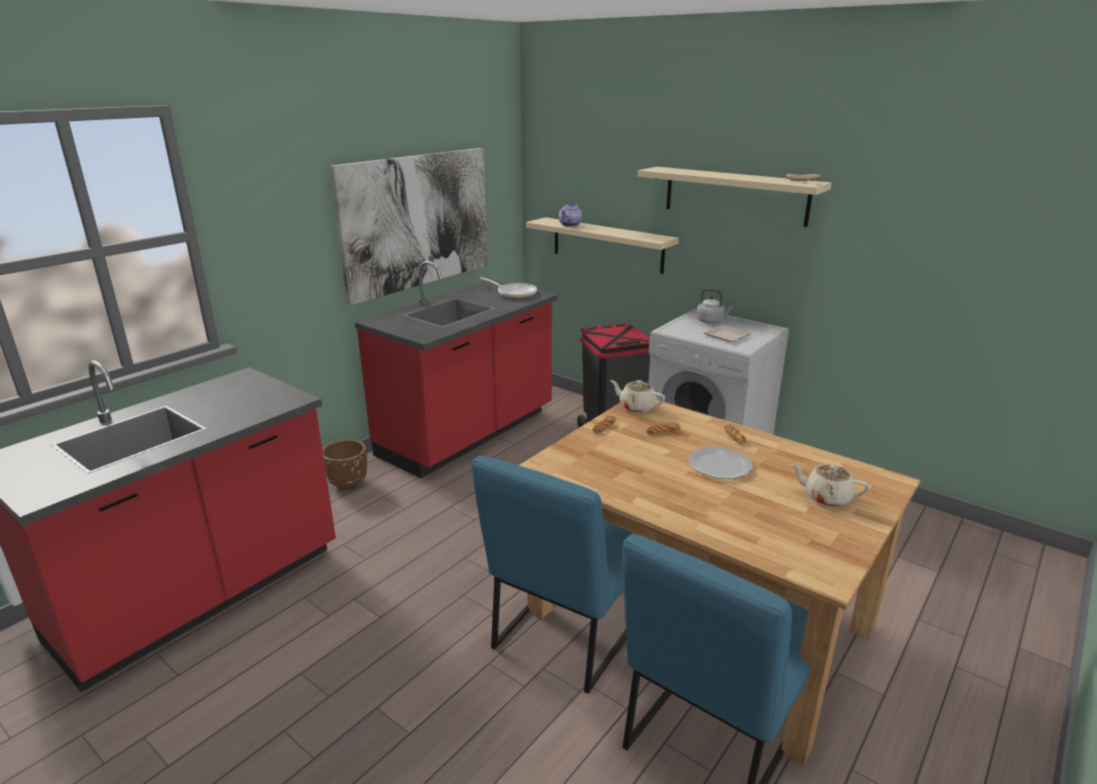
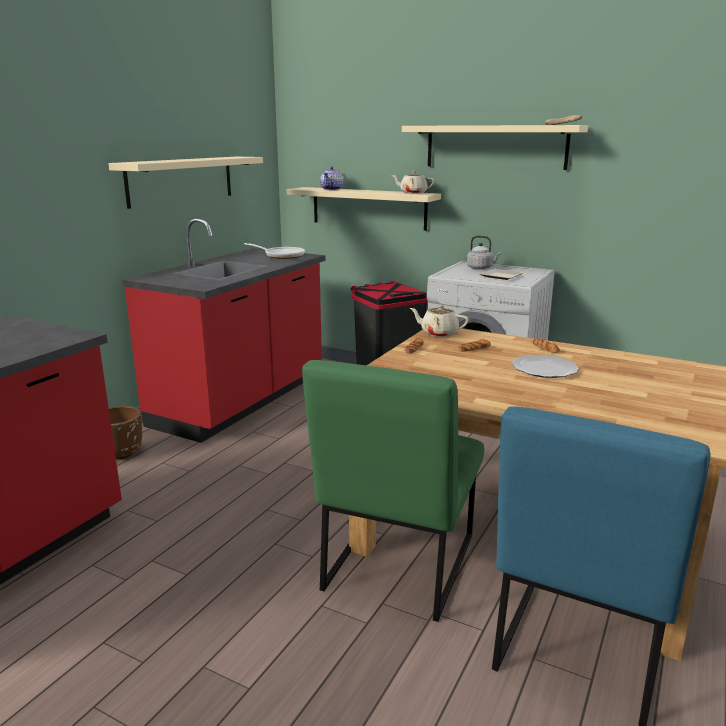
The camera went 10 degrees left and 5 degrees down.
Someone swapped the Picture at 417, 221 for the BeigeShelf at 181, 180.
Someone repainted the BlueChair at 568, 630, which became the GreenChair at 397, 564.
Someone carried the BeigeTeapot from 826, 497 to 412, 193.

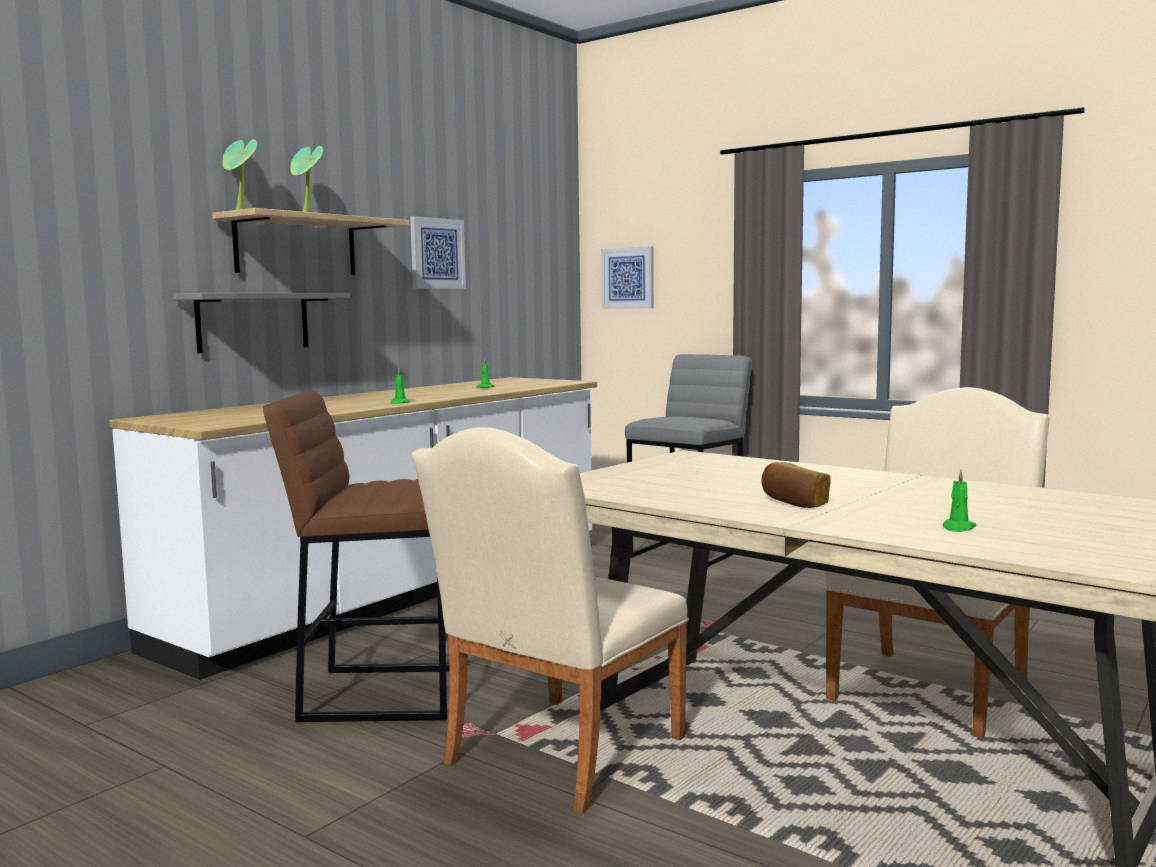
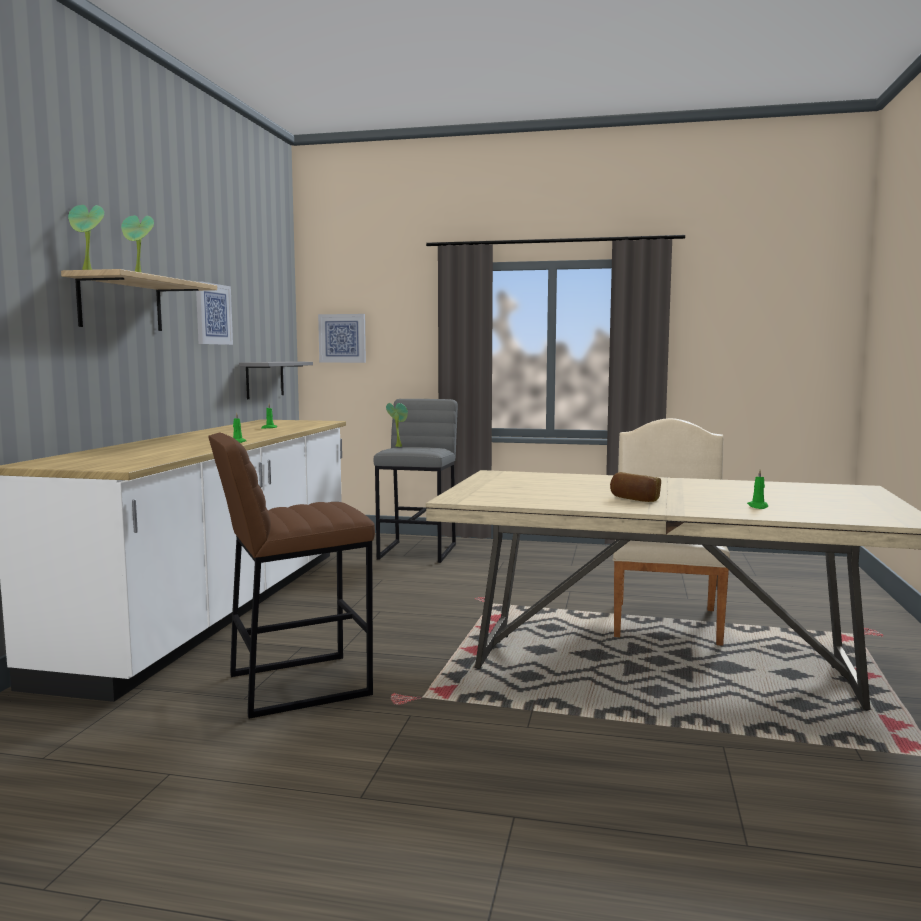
The camera went 25 degrees left and 0 degrees up.
Someone carried the GreyShelf from 253, 321 to 265, 379.
Someone put down the PottedPlant at 398, 446.
Someone took away the BeigeChair at 555, 756.

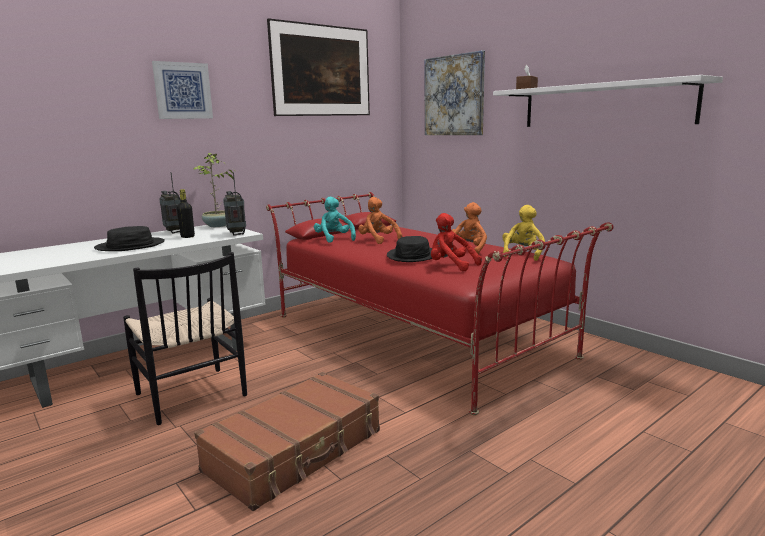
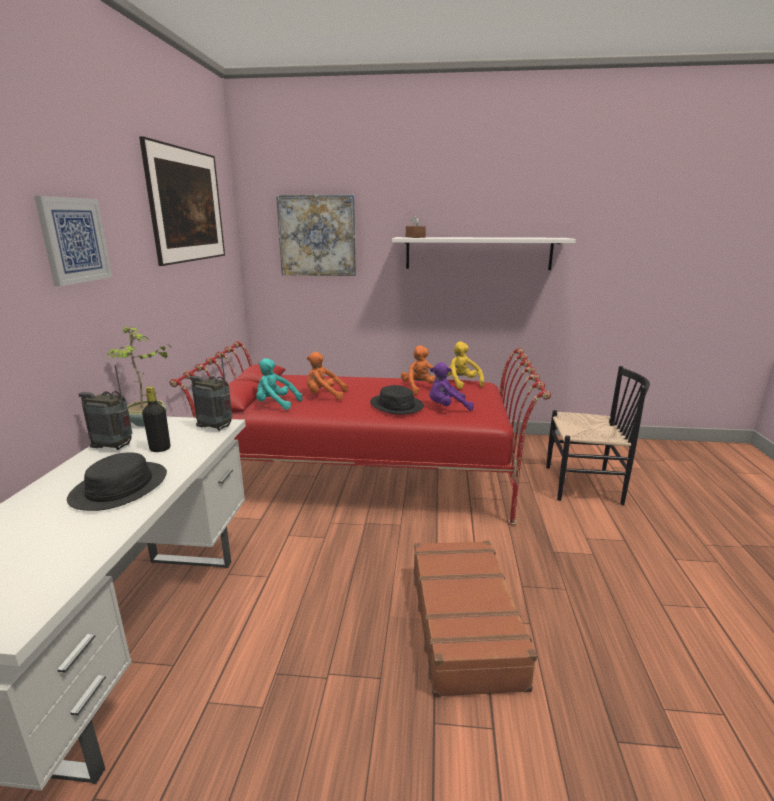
The camera went 45 degrees left and 5 degrees up.
Someone repainted the RedPlushToy at 451, 266, which became the PurplePlushToy at 447, 408.
Someone carried the BlackChair from 192, 397 to 586, 485.

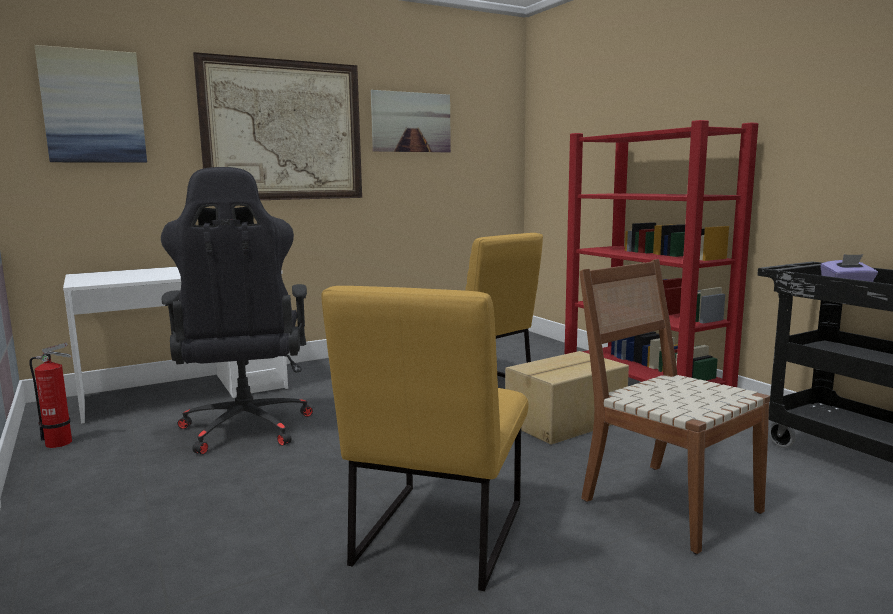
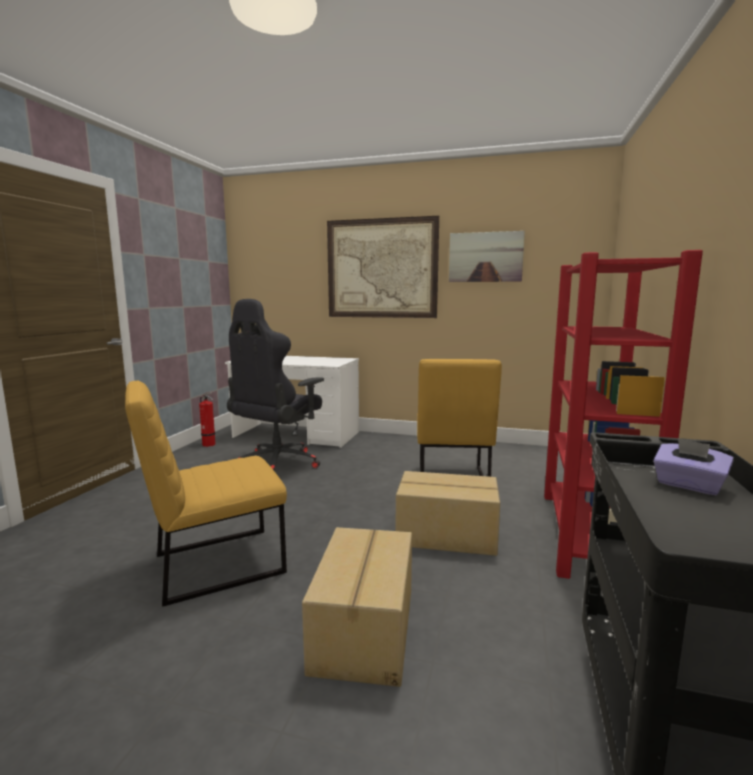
The camera went 45 degrees right and 0 degrees up.
Someone swapped the Chair at 664, 502 for the CardboardBox at 366, 629.
Someone took away the Picture at 93, 107.

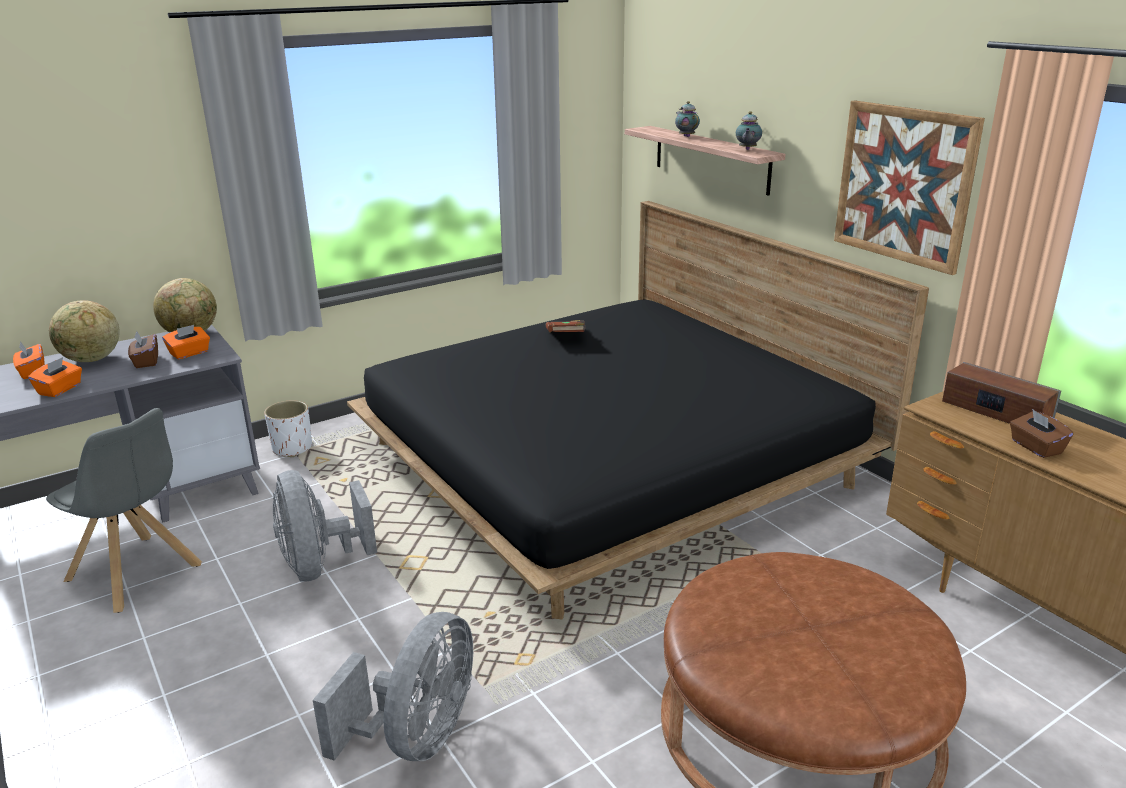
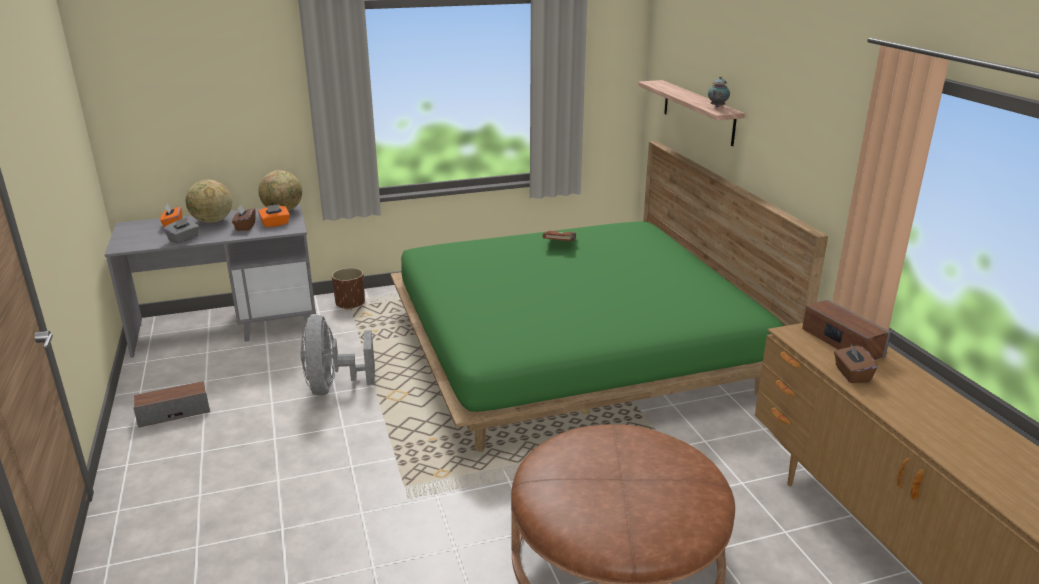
The camera went 15 degrees right and 0 degrees up.
Someone put down the Speaker at 174, 413.
Someone repainted the OrangeTissueBox at 60, 389, which became the GreyTissueBox at 184, 239.
Someone repainted the WhitePlanter at 292, 448, which became the BrownPlanter at 350, 303.
Someone repainted the BlackBed at 608, 463, which became the GreenBed at 573, 347.
Someone took away the GreyChair at 137, 574.
Someone took away the GreyFan at 417, 737.
Someone took away the Teapot at 686, 136.
Someone took away the Picture at 904, 185.

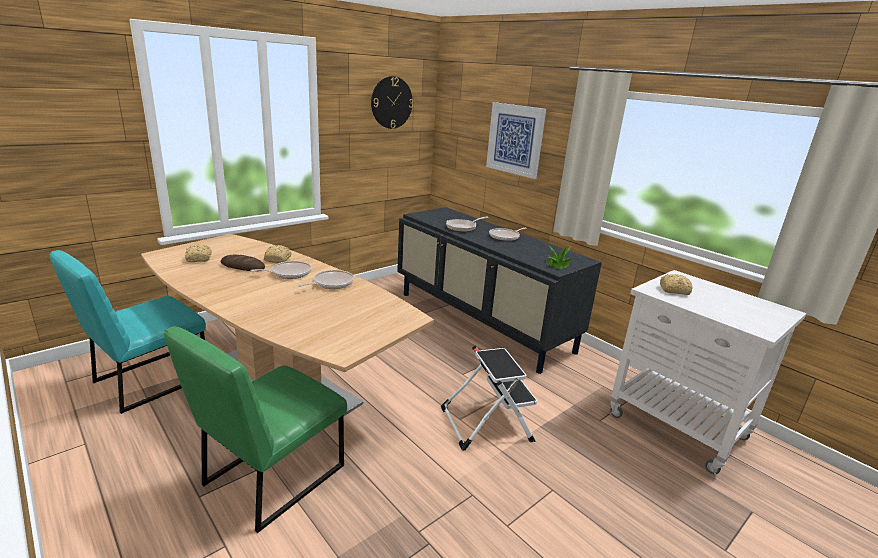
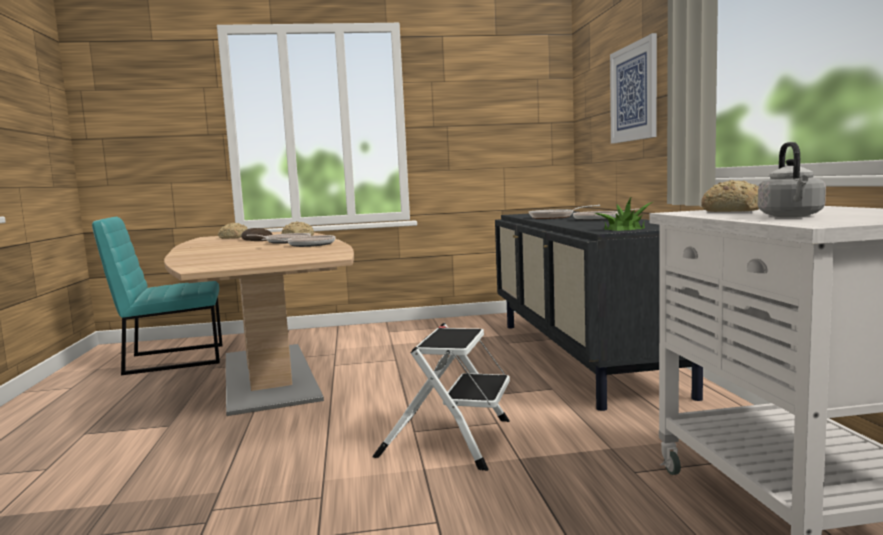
The camera went 35 degrees right and 15 degrees down.
Someone put down the GreyKettle at 791, 216.
Someone took away the GreenChair at 271, 476.
Someone took away the WallClock at 391, 102.

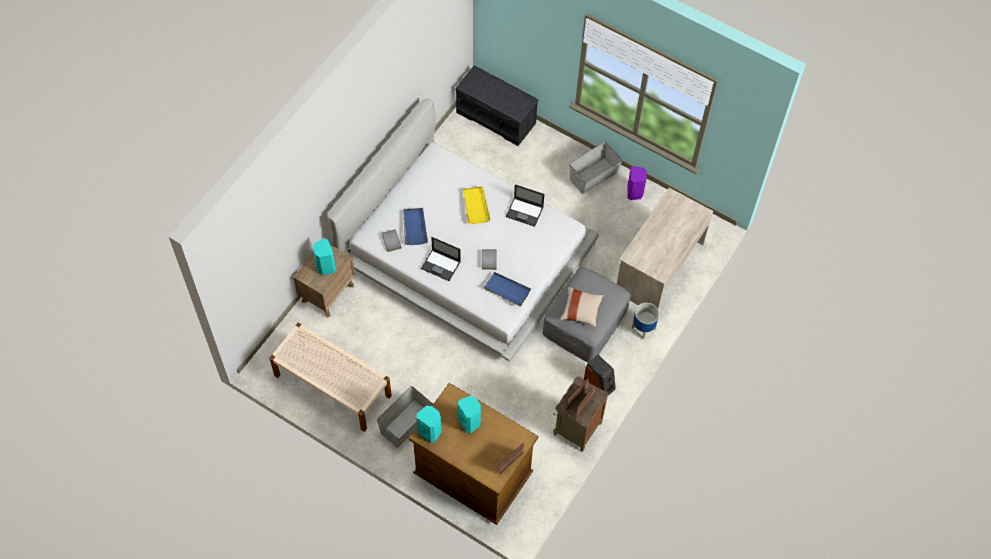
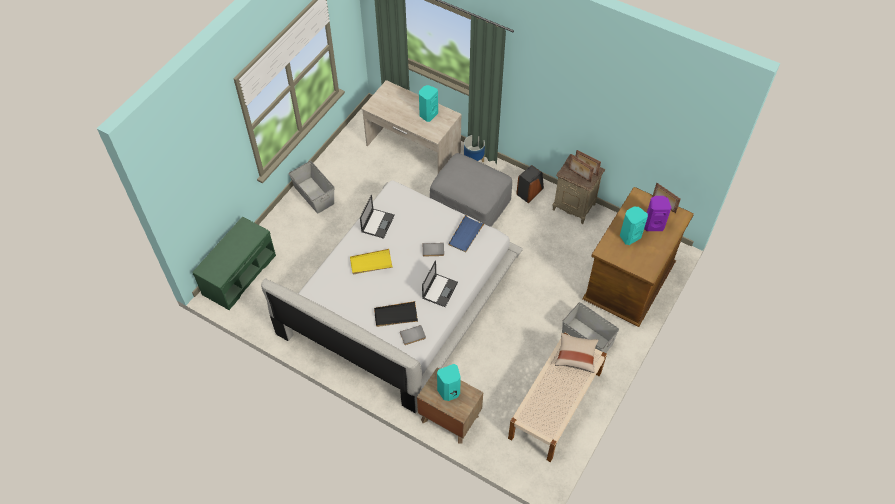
The camera went 90 degrees left and 5 degrees down.
Someone repainted the GreyBench at 497, 117, which became the GreenBench at 239, 274.
Someone repainted the BlueTray at 414, 227, which became the BlackTray at 395, 315.
Someone carried the TurquoiseSpeaker from 430, 431 to 428, 114.
Someone carried the BeigePillow from 581, 310 to 576, 356.
Someone carried the PurpleSpeaker from 635, 193 to 653, 224.

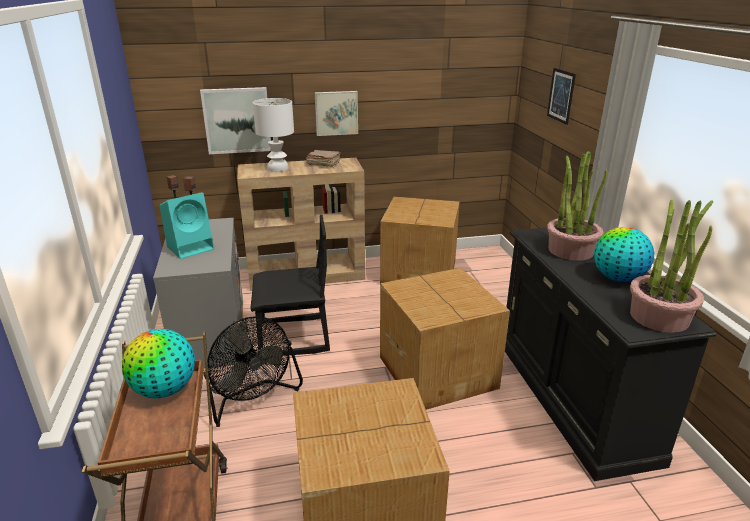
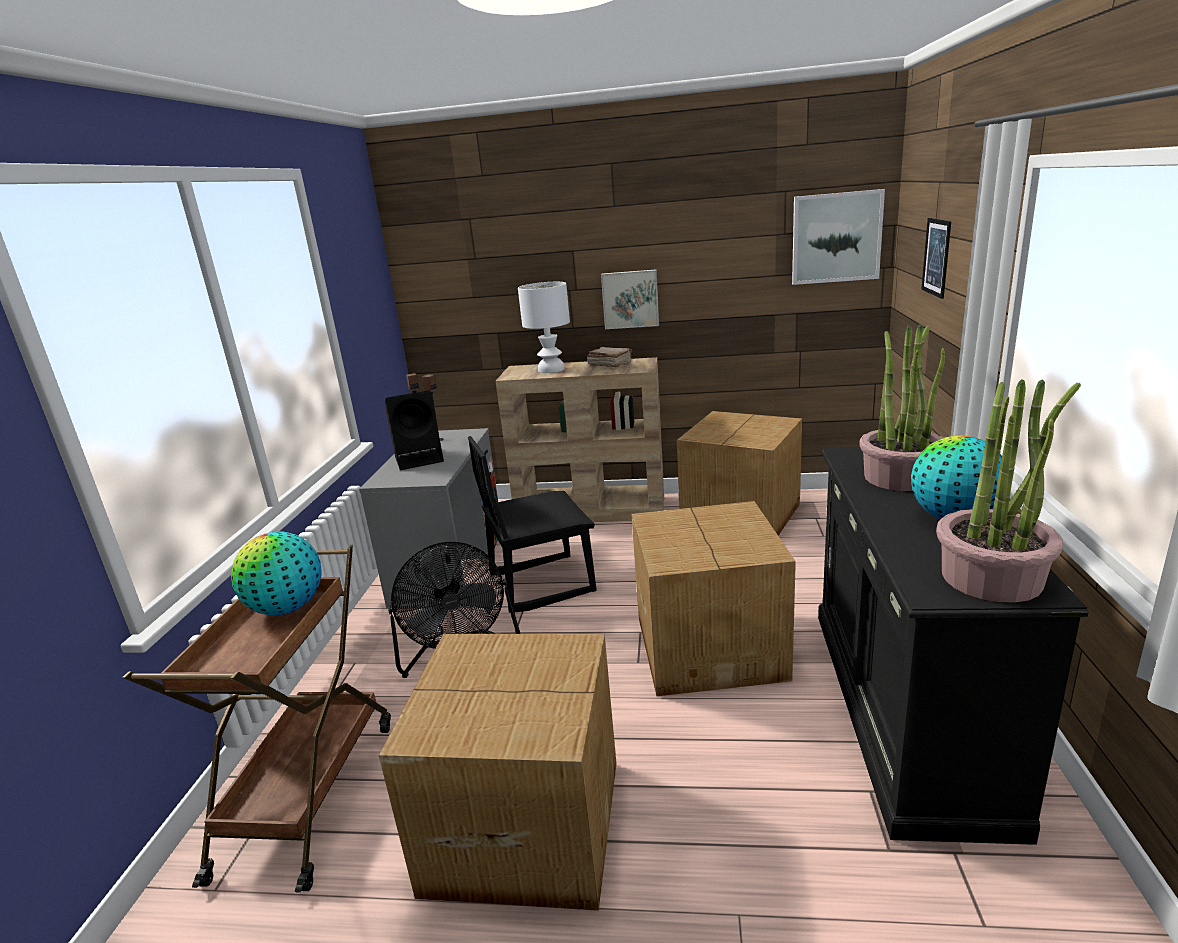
The camera went 20 degrees right and 5 degrees down.
Someone repainted the TurquoiseSpeaker at 191, 247, which became the BlackSpeaker at 420, 459.
Someone rotated the BlackChair at 294, 337 by 150 degrees clockwise.
Someone carried the Picture from 237, 120 to 836, 237.

